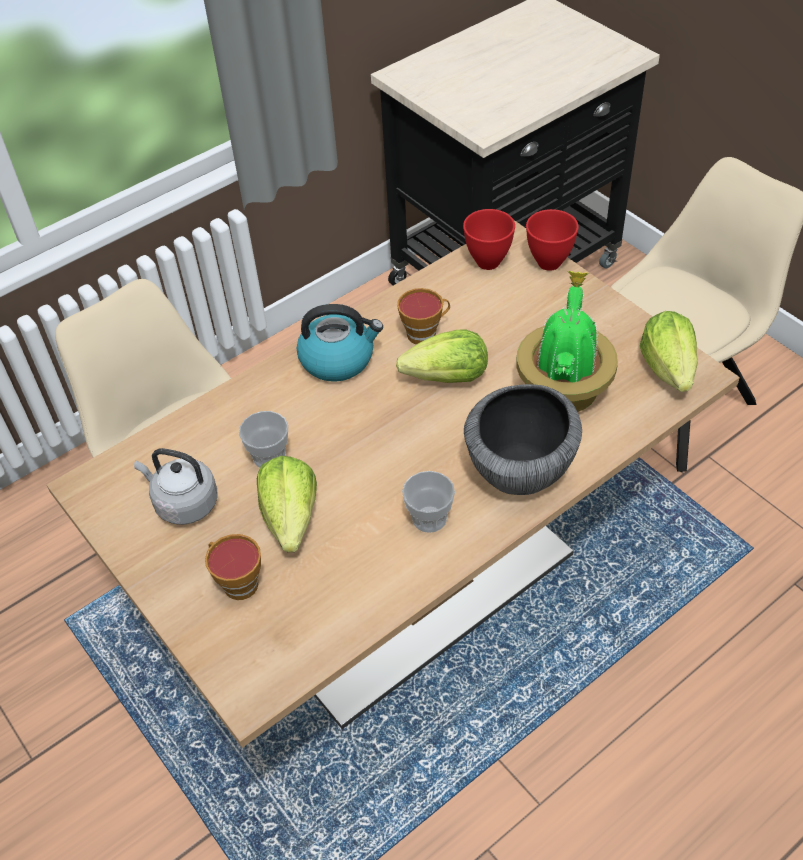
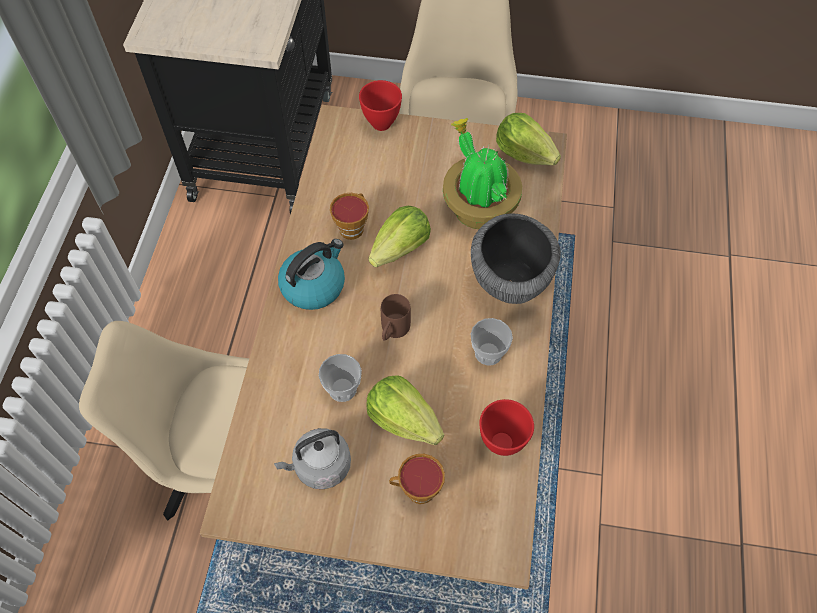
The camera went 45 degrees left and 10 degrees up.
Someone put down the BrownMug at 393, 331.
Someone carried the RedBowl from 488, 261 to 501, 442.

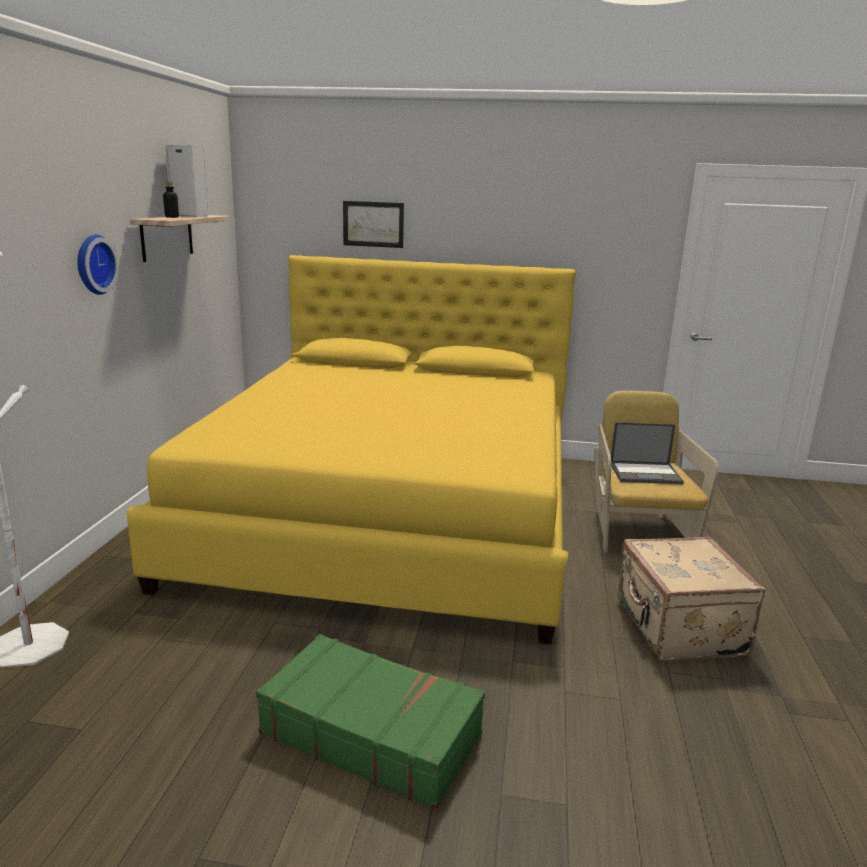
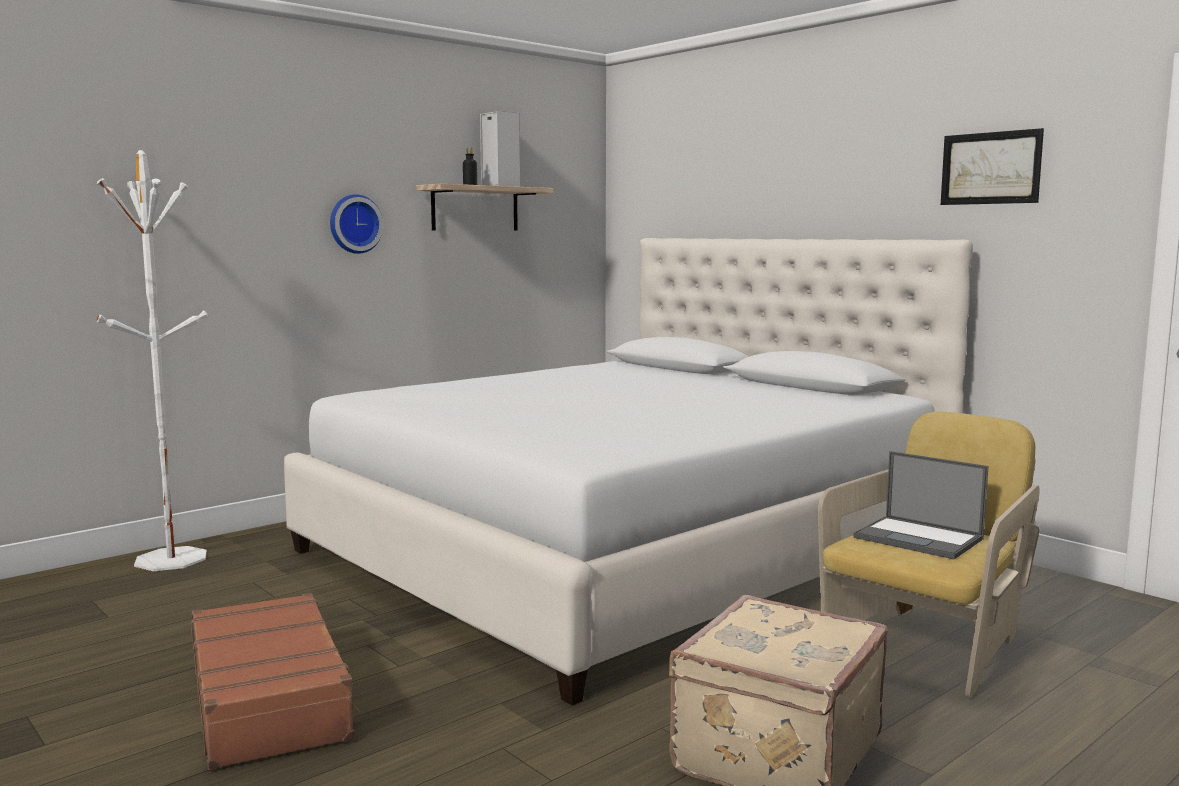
The camera went 40 degrees right and 10 degrees down.
Someone repainted the GreenSuitcase at 371, 732, which became the BrownSuitcase at 271, 699.
Someone repainted the YellowBed at 391, 512, which became the WhiteBed at 624, 548.
Someone carried the Picture from 373, 224 to 990, 168.

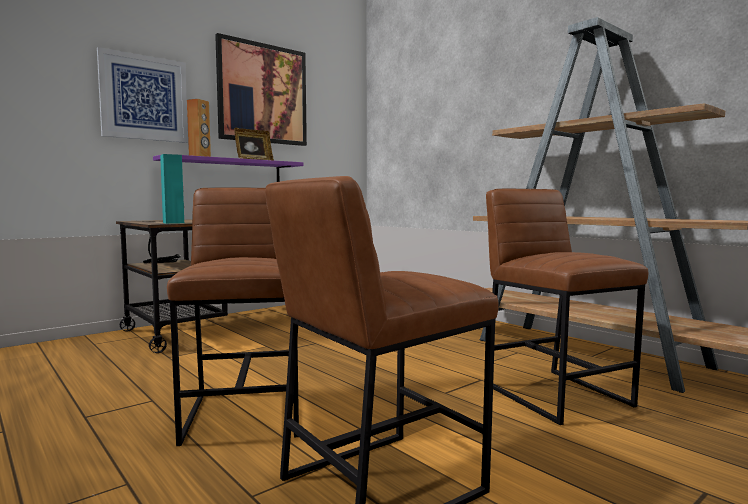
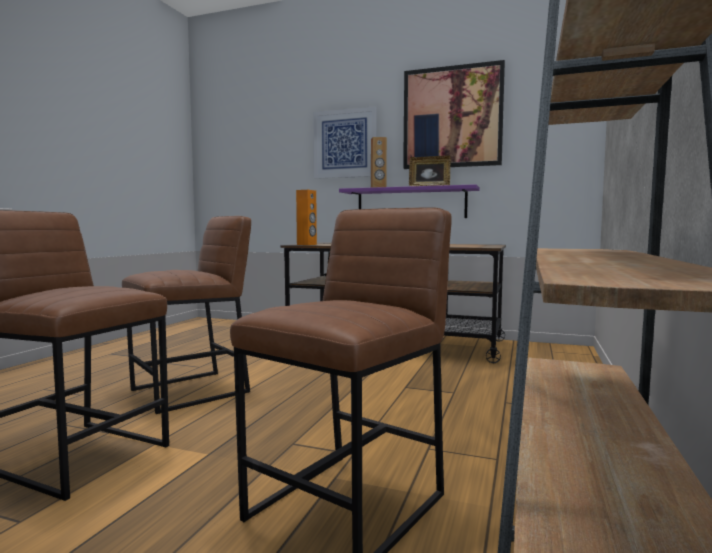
The camera went 60 degrees right and 0 degrees up.
Someone repainted the TurquoiseSpeaker at 174, 223, which became the OrangeSpeaker at 307, 244.

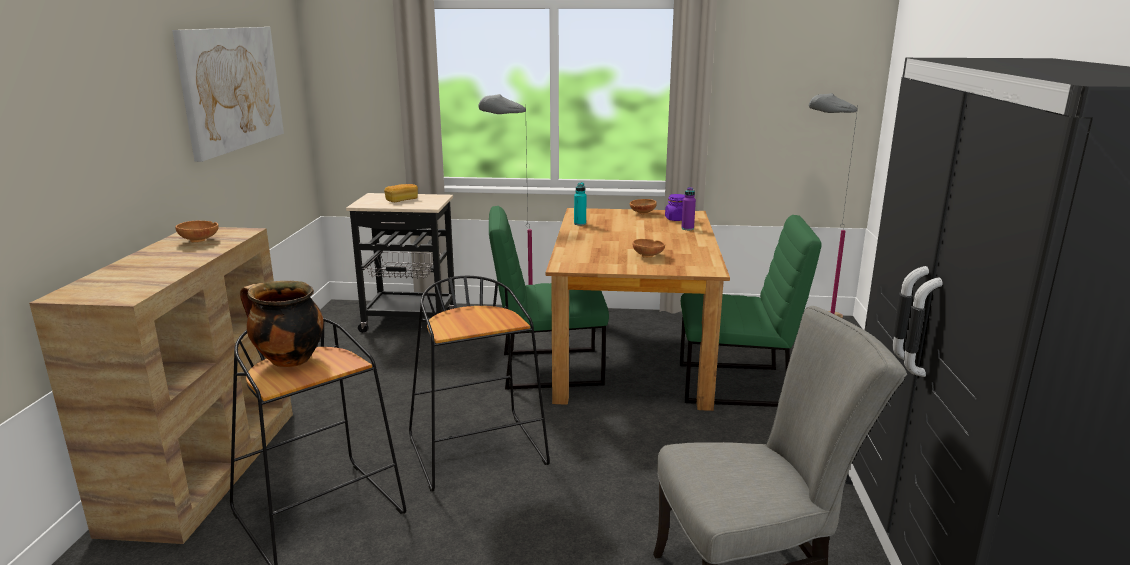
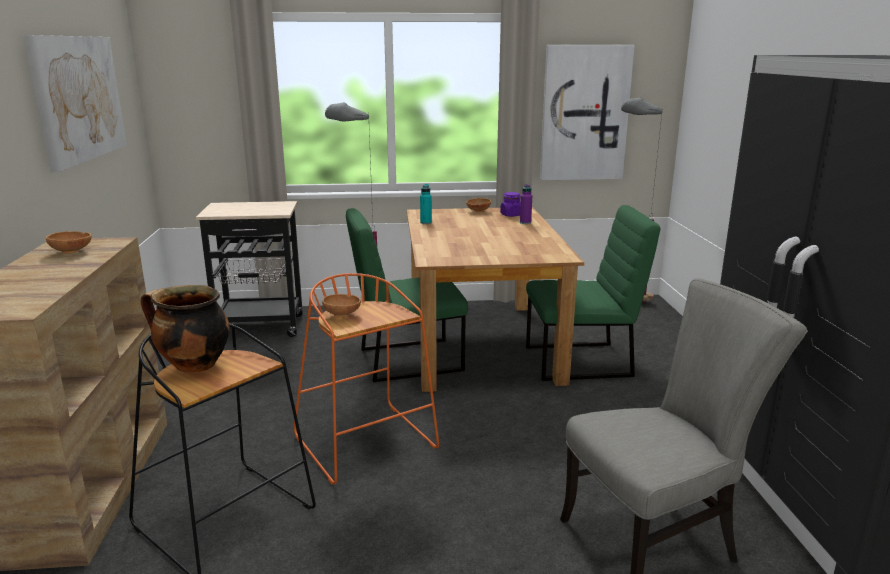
The camera went 10 degrees left and 0 degrees up.
Someone repainted the BlackStool at 479, 453, which became the OrangeStool at 367, 444.
Someone carried the BrownBowl from 648, 256 to 343, 315.
Someone put up the Picture at 584, 113.
Someone took away the Bread at 402, 200.

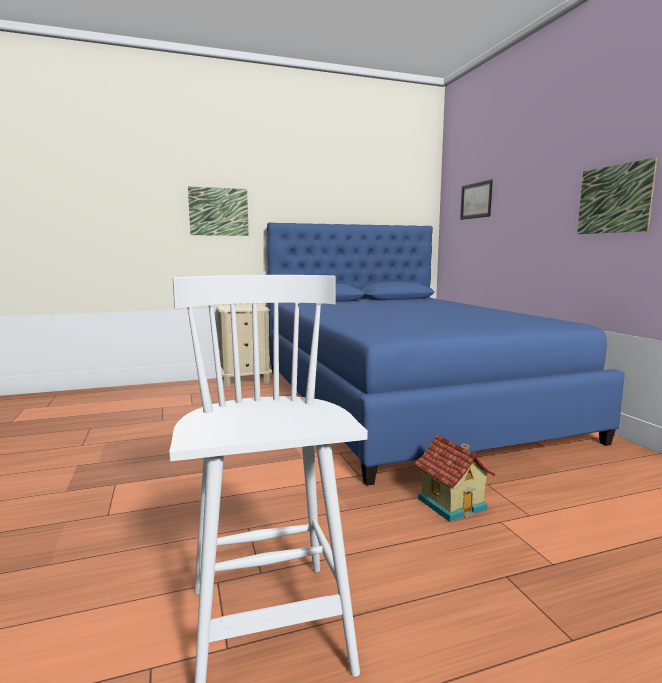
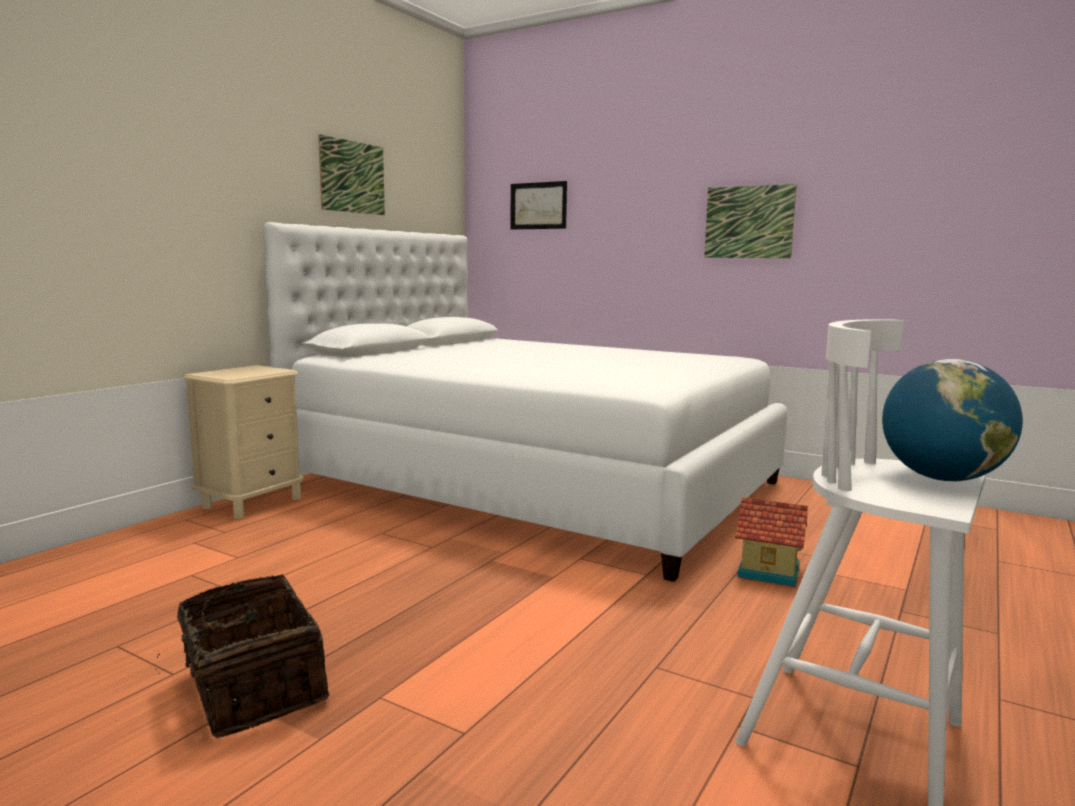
The camera went 40 degrees left and 0 degrees up.
Someone put down the Basket at 252, 690.
Someone repainted the BlueBed at 404, 401, which became the WhiteBed at 532, 483.
Someone carried the Picture from 218, 211 to 352, 177.
Someone put down the Globe at 942, 479.

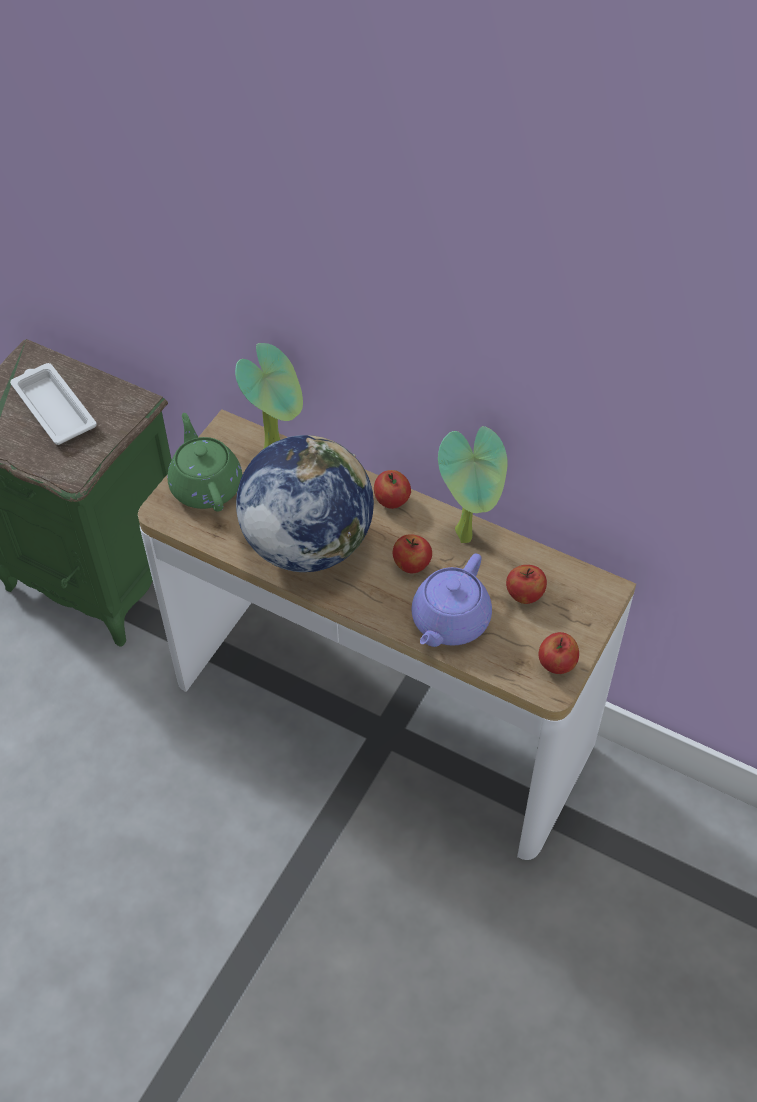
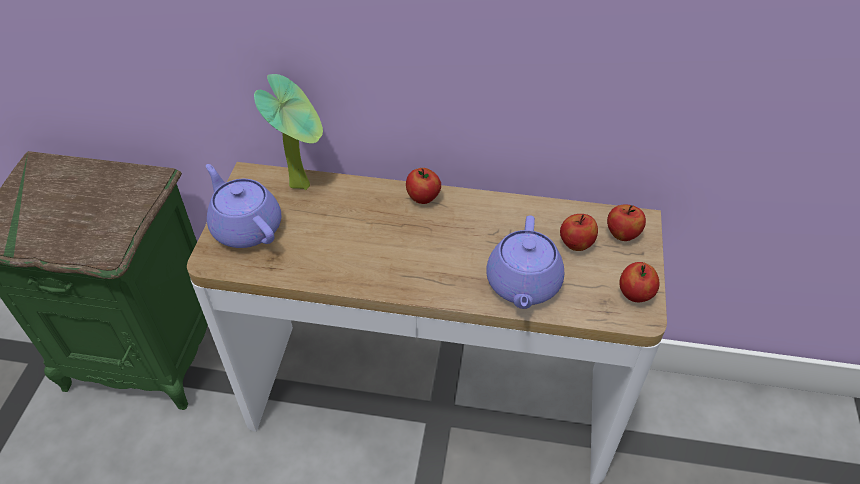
The camera went 20 degrees left and 5 degrees down.
Someone repainted the GreenTeapot at 206, 485, which became the PurpleTeapot at 246, 227.
Someone carried the Apple from 412, 565 to 622, 234.
Someone took away the WhiteTray at 53, 408.
Someone took away the Globe at 307, 543.
Someone took away the PottedPlant at 469, 535.

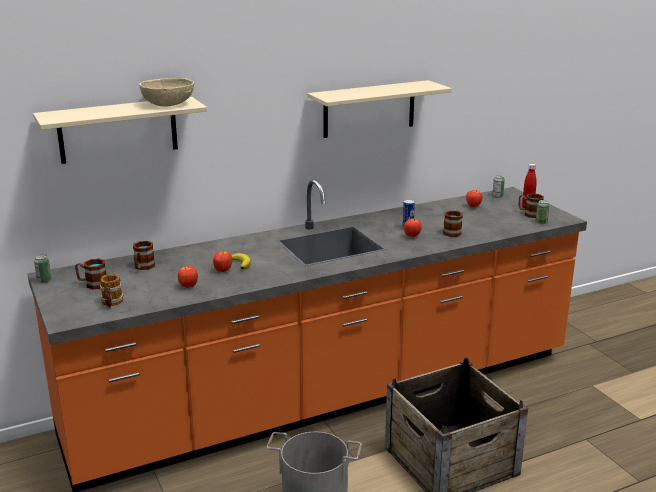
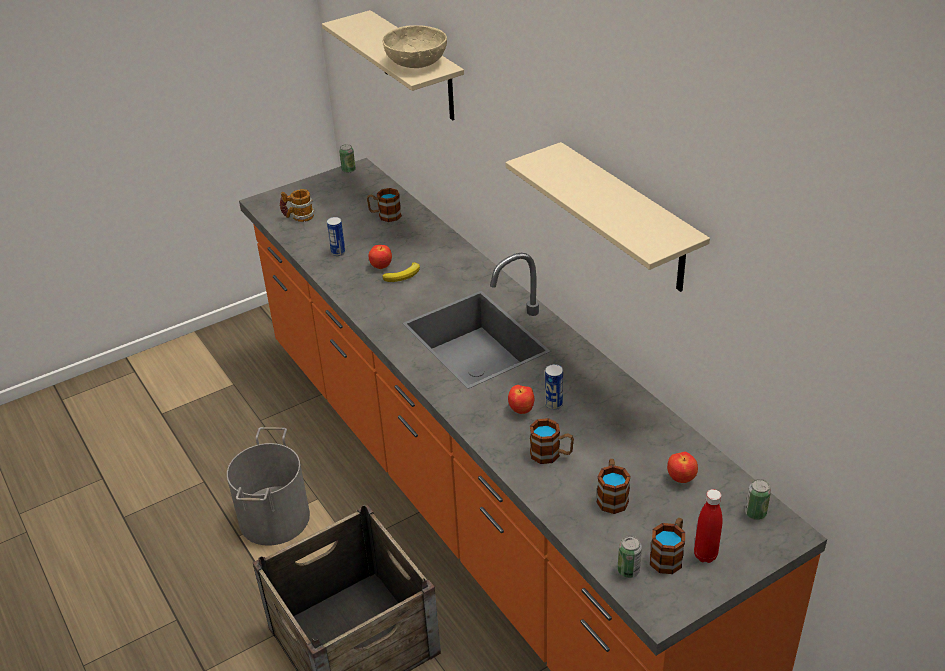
The camera went 85 degrees right and 15 degrees up.
Someone swapped the Apple at 188, 286 for the Can at 338, 252.
Someone carried the Mug from 92, 284 to 612, 496.

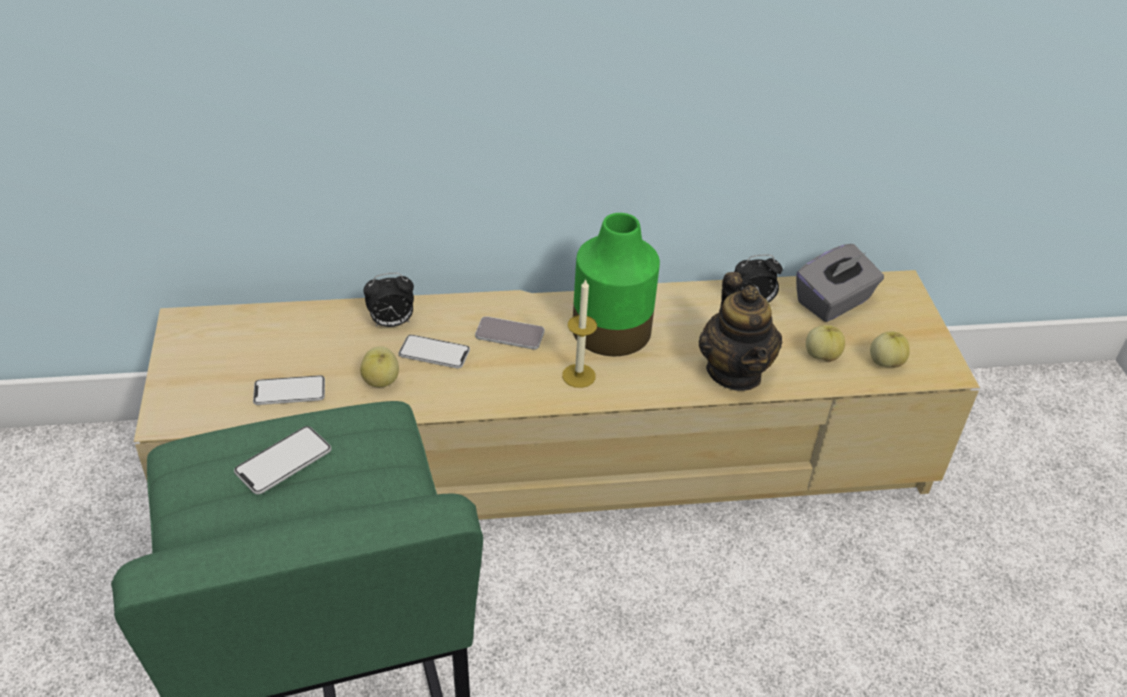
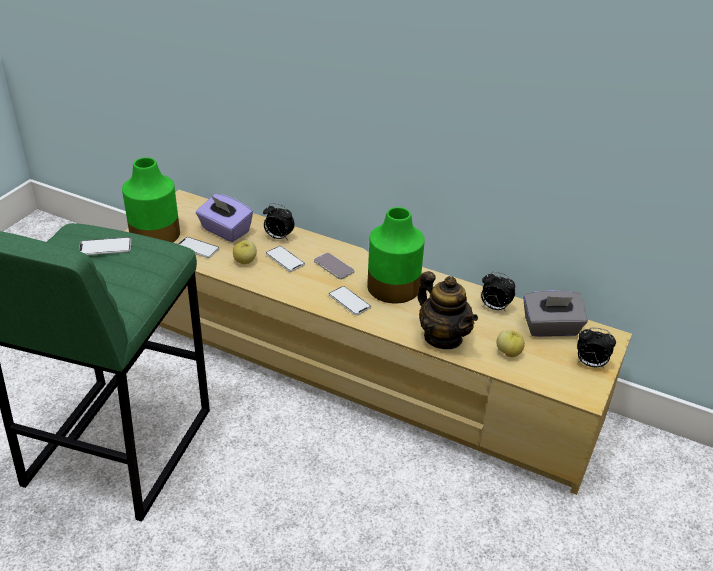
The camera went 35 degrees right and 5 degrees down.
Someone put down the GreenVase at 155, 233.
Someone put down the PurpleTissueBox at 225, 231.
Someone swapped the Candle at 578, 376 for the Phone at 349, 301.
Someone rotated the Teapot at 734, 371 by 60 degrees counterclockwise.
Someone put down the AlarmClock at 590, 364.
Someone took away the Apple at 885, 362.

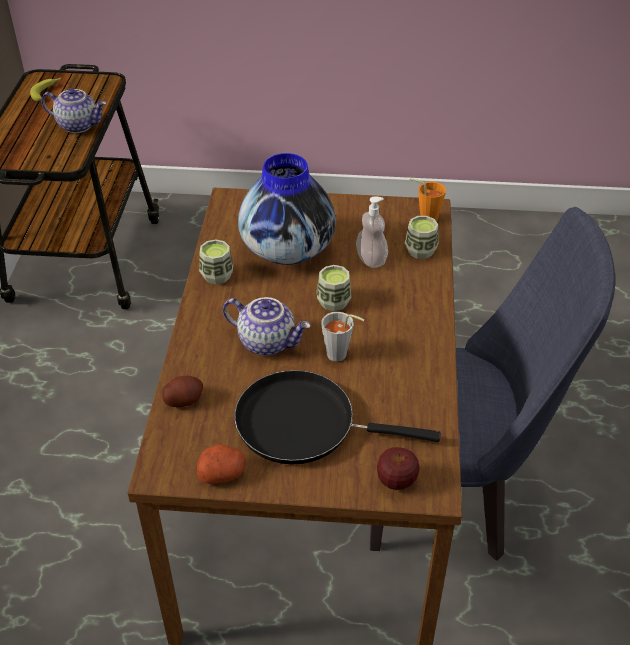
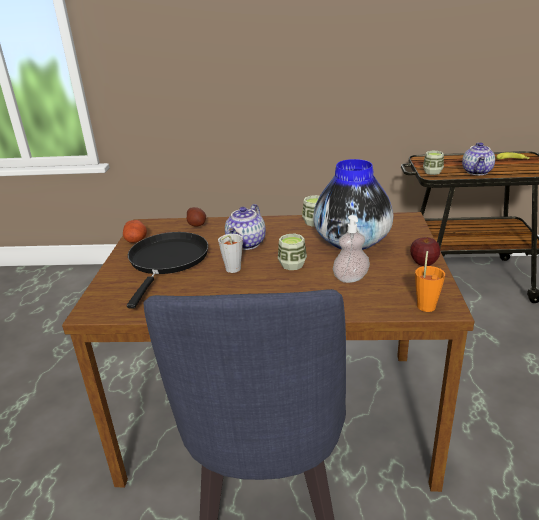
The camera went 90 degrees right and 15 degrees down.
Someone carried the Apple from 396, 481 to 423, 263.
Someone carried the Cup from 420, 251 to 432, 172.

